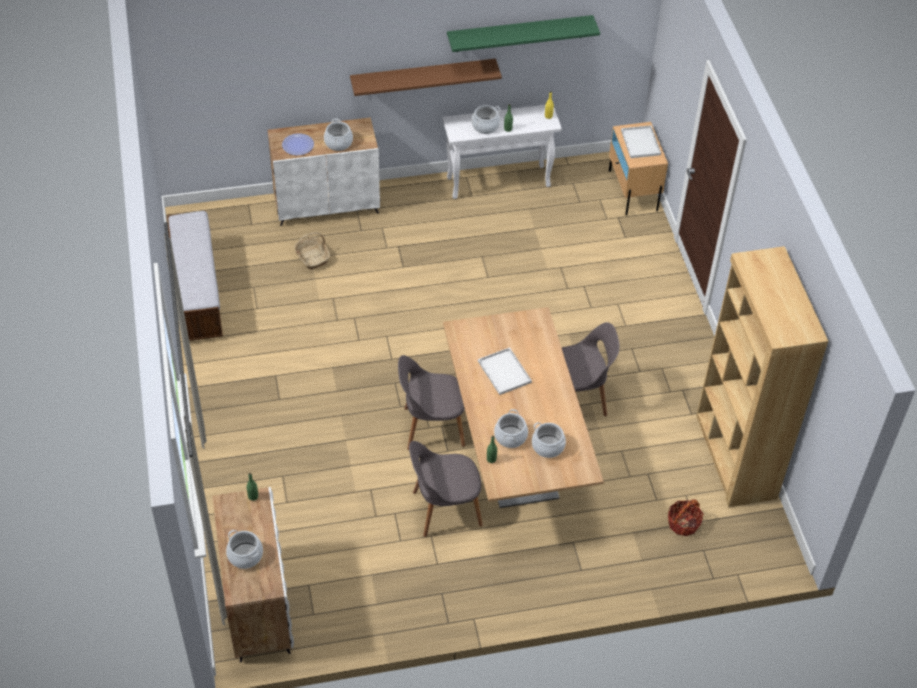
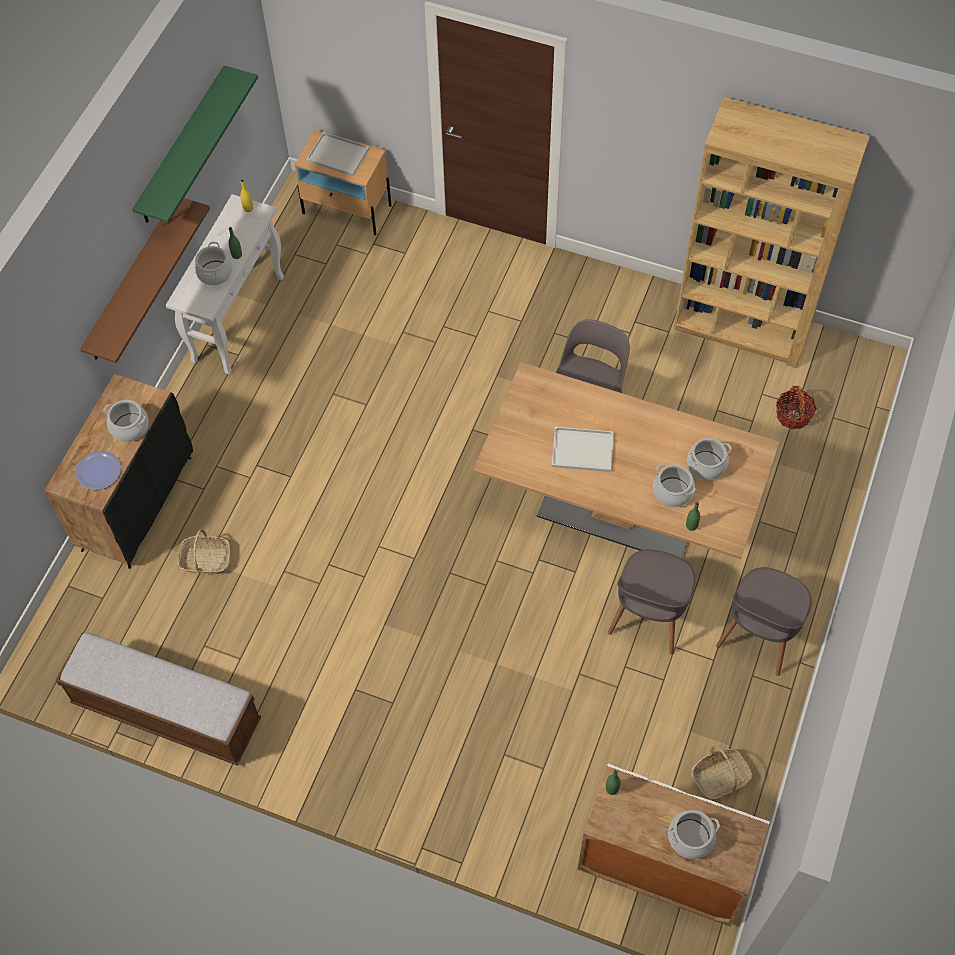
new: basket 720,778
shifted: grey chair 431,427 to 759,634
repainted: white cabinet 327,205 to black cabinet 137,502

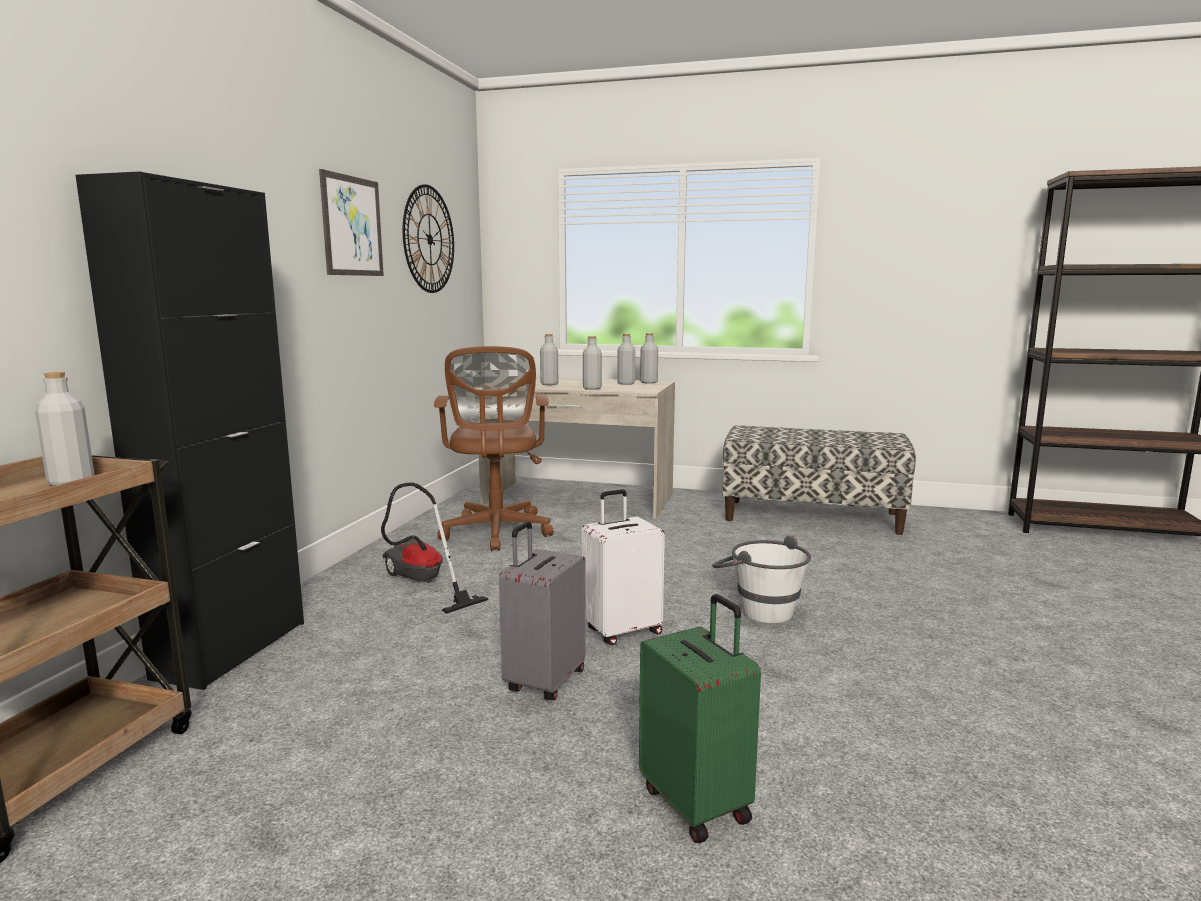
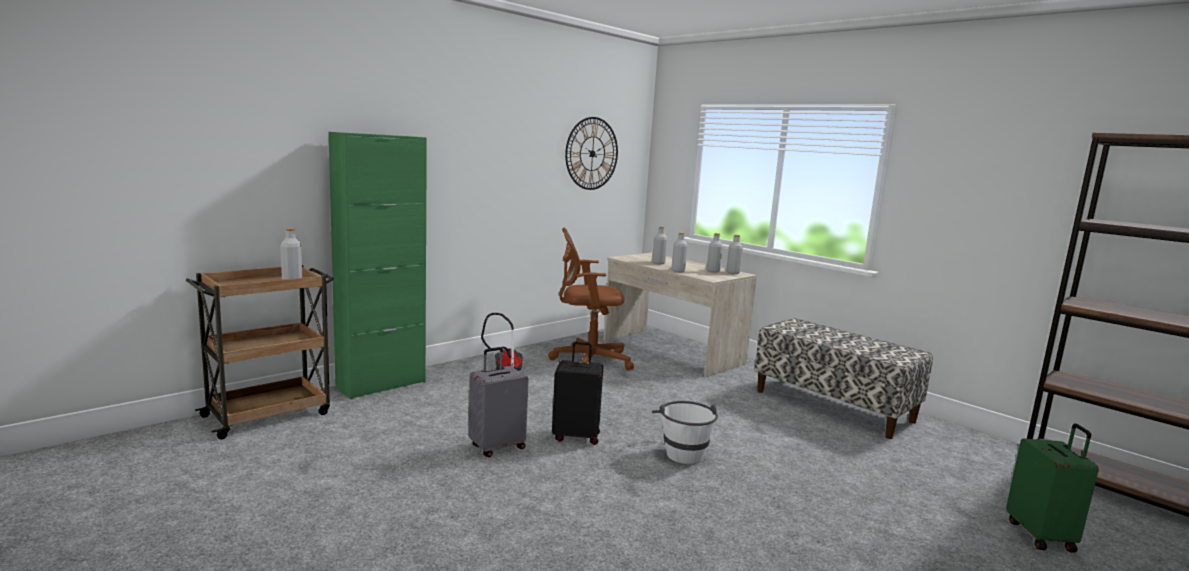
gone: picture 352,226
shifted: green suitcase 697,803 to 1041,536
repainted: black cabinet 231,649 to green cabinet 381,385; white suitcase 622,631 to black suitcase 576,436
rotated: brown office chair 496,533 = 587,360 60 degrees clockwise

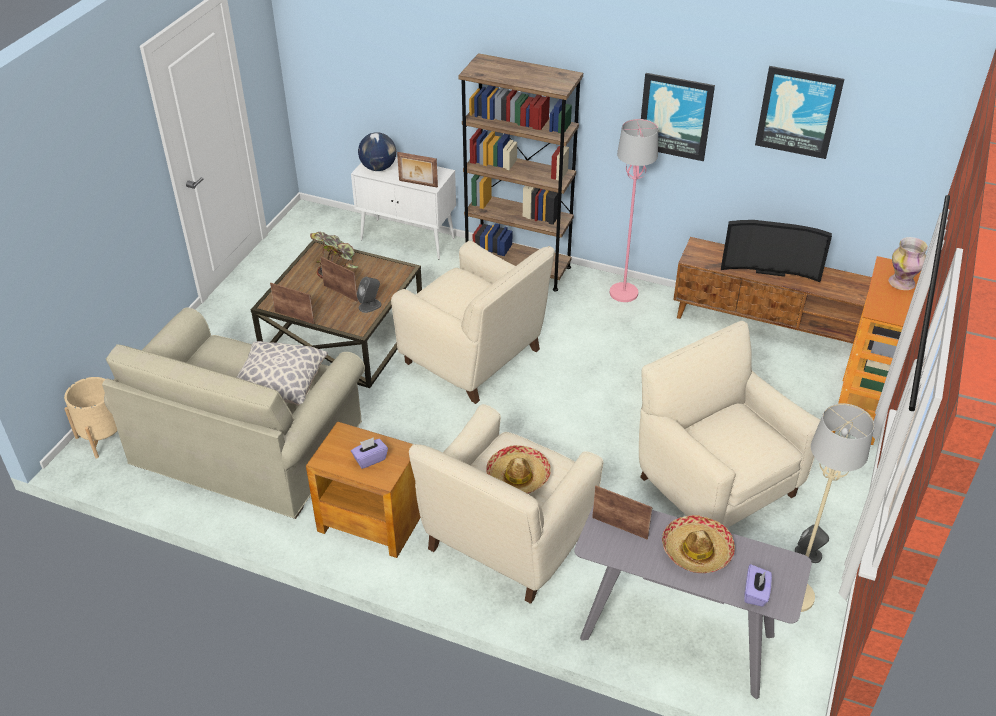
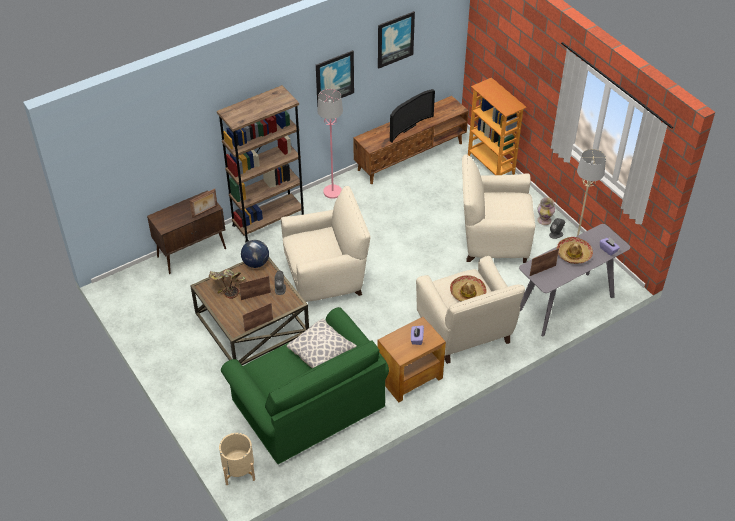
shifted: globe 379,168 to 256,263; vase 902,283 to 544,220
repainted: beige sofa 247,446 to green sofa 308,405; white cabinet 408,239 to brown cabinet 192,252

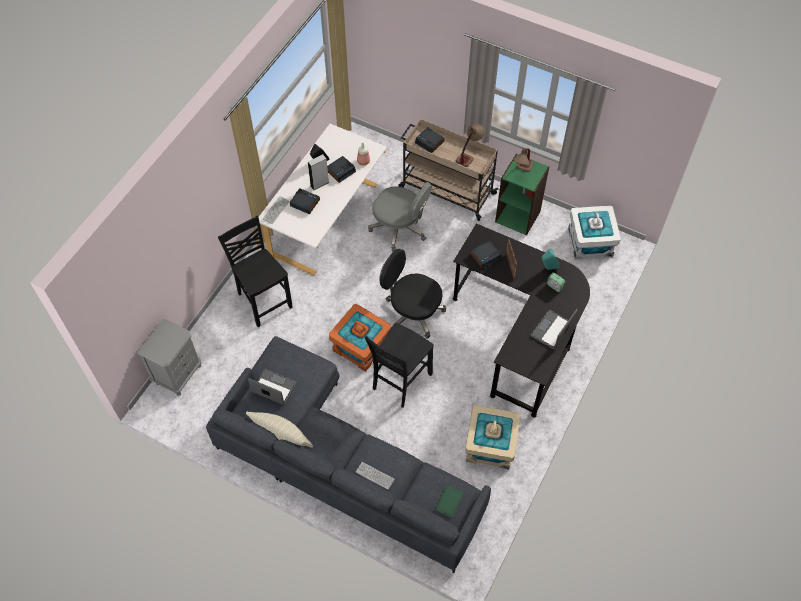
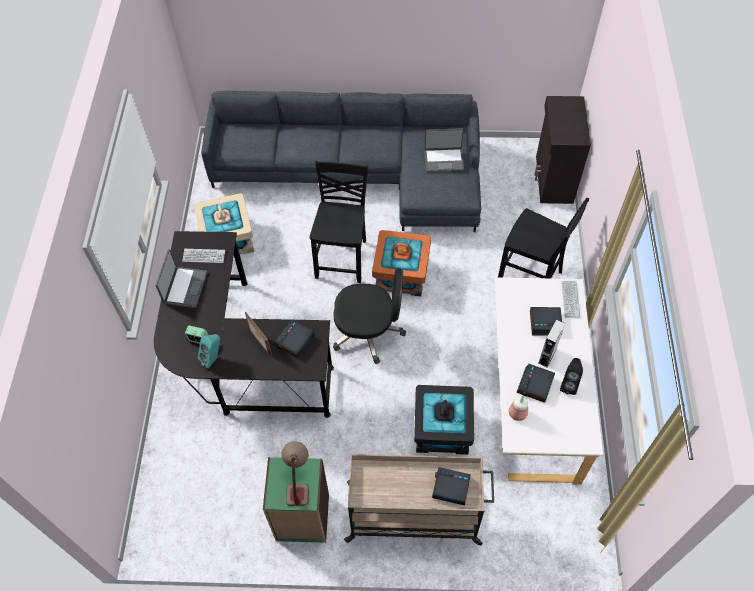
gone: beige pillow 281,436; green book 450,501; table lamp 468,154; white storage box 590,242
shifted: keyboard 375,476 to 204,256
swapped: grey nightstand 178,374 to black cabinet 553,179; grey office chair 400,228 to black storage box 441,429

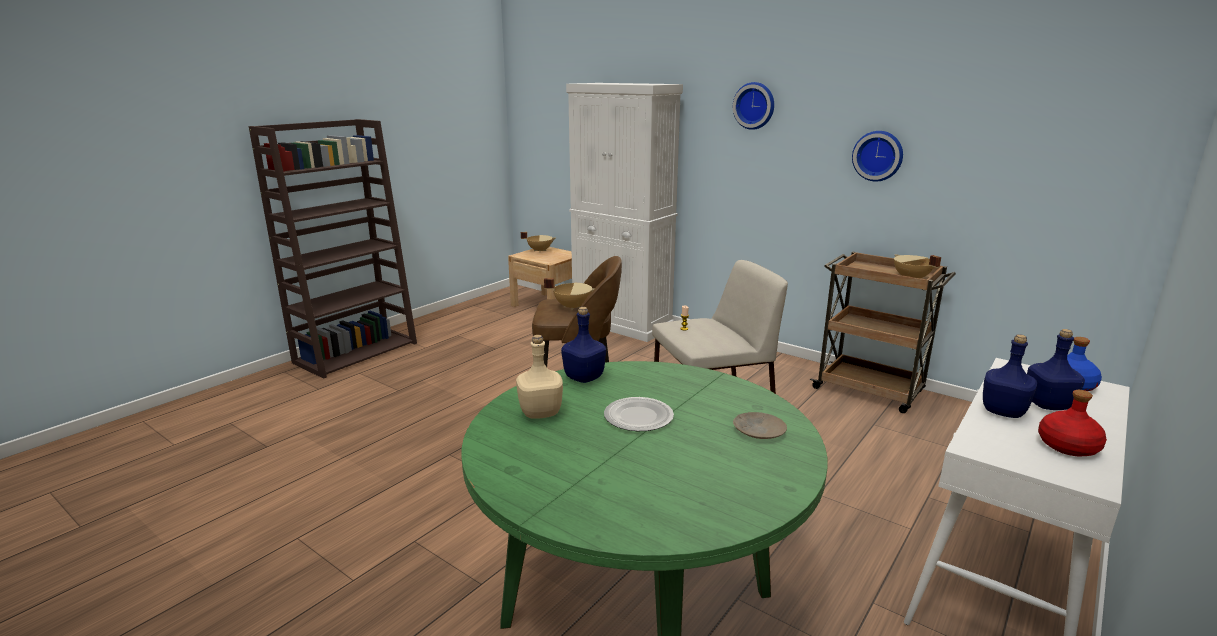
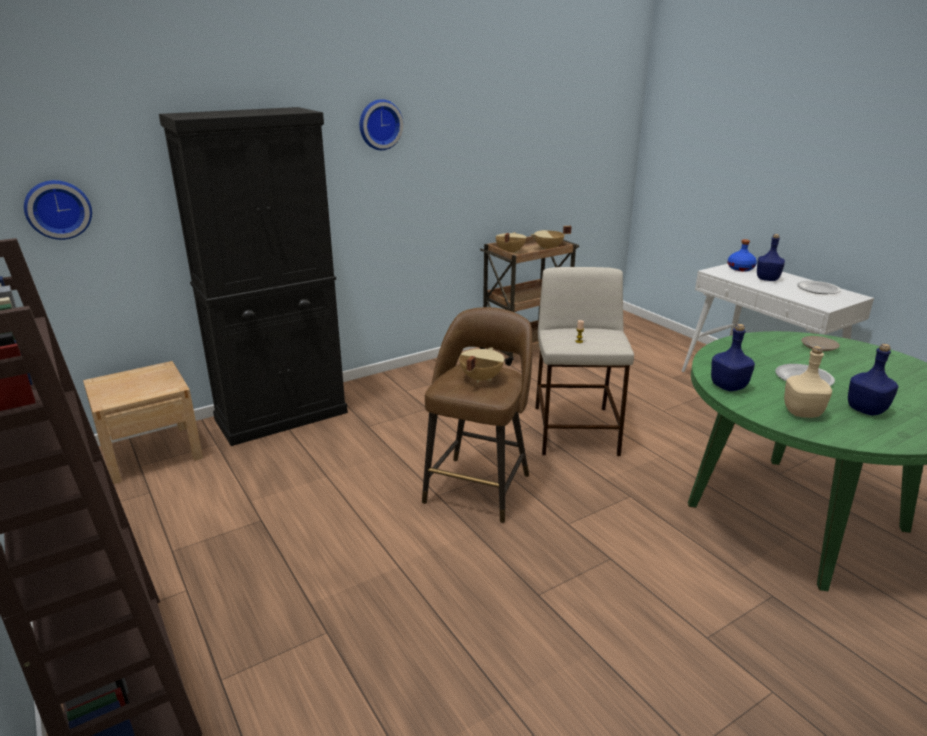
shifted: beige cooking pot 539,250 to 509,252; wall clock 878,155 to 58,209; blue bottle 1002,411 to 866,410
swapped: red bottle 1067,446 to plate 817,289
repainted: white cabinet 622,324 to black cabinet 282,416

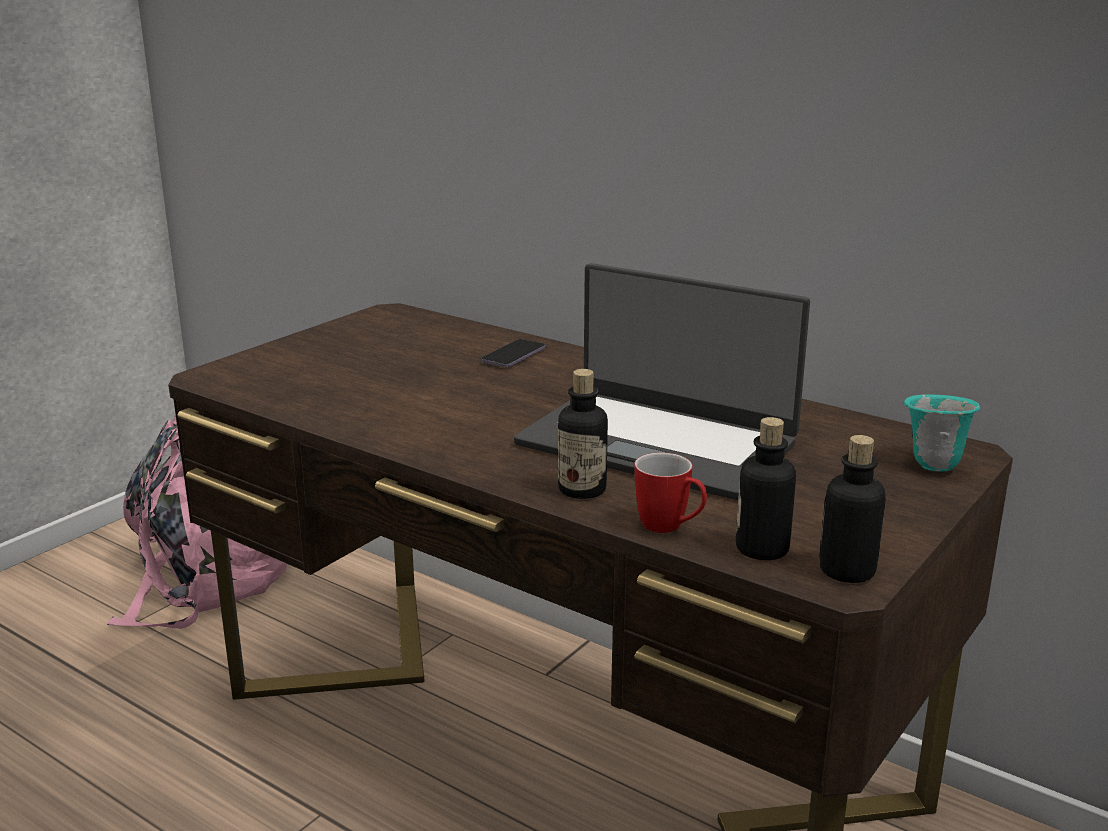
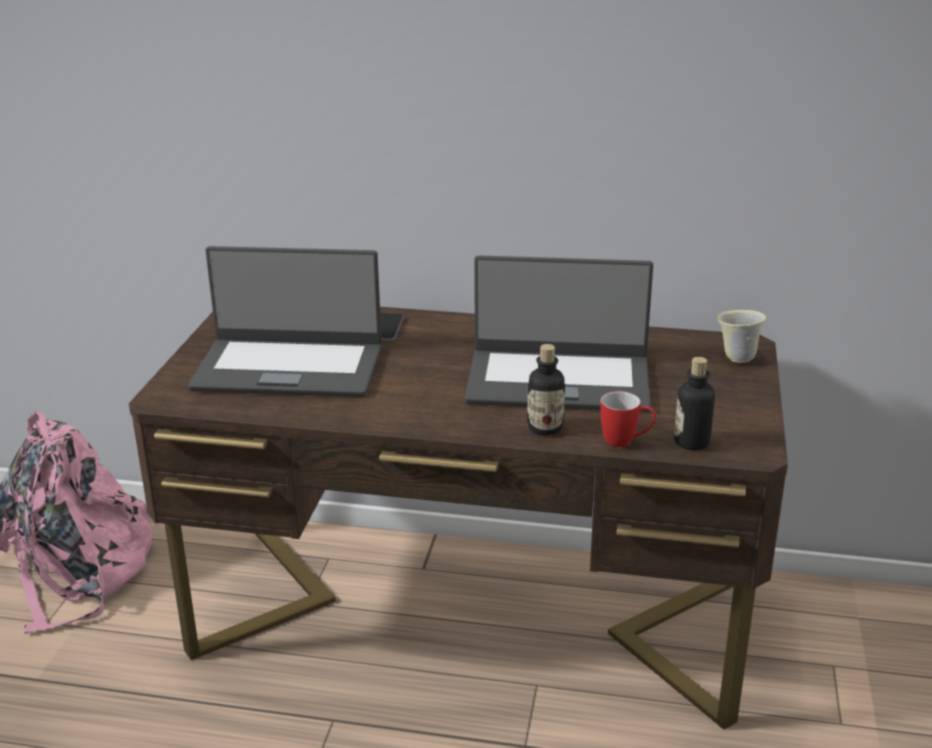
gone: bottle 847,571
new: laptop 289,367
repainted: turquoise mug 933,465 to beige mug 736,358

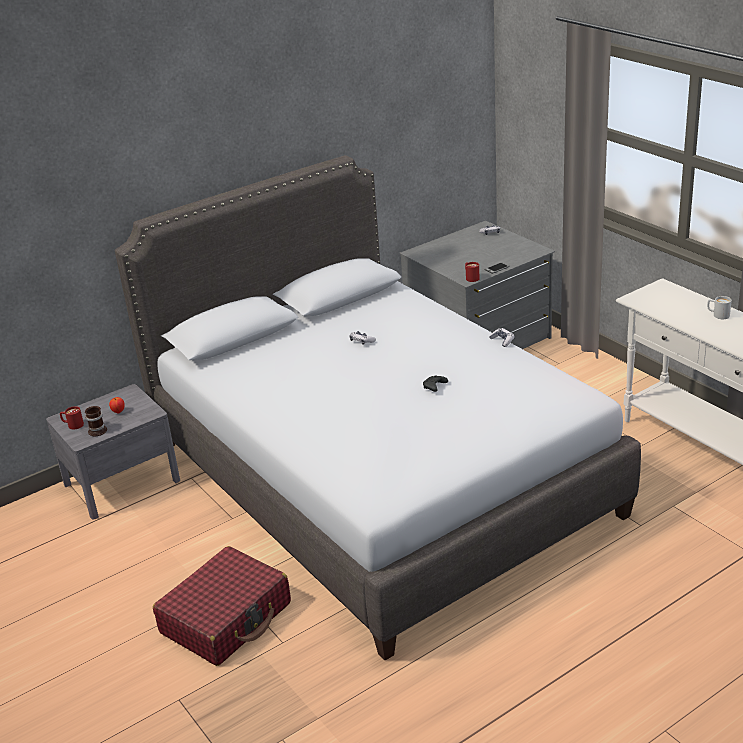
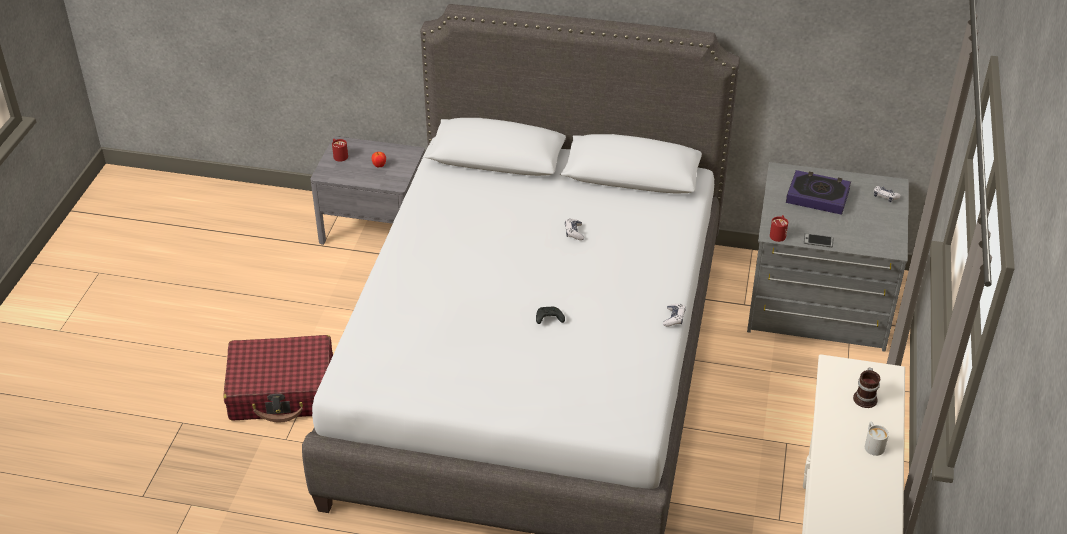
new: book 817,196
shifted: mug 97,429 to 866,397

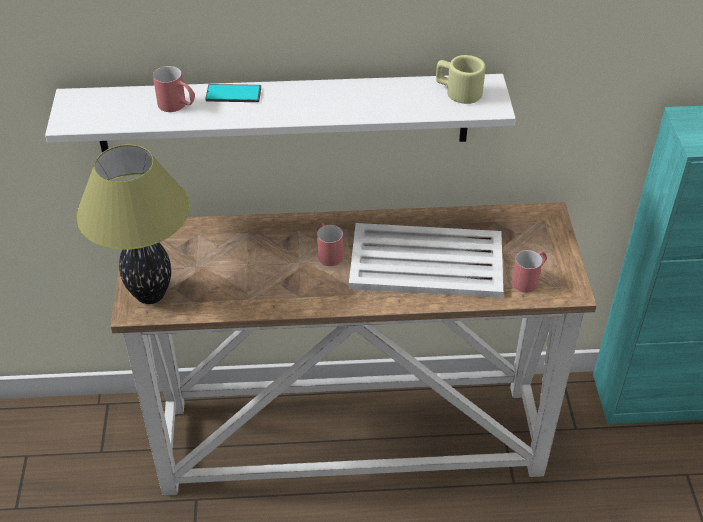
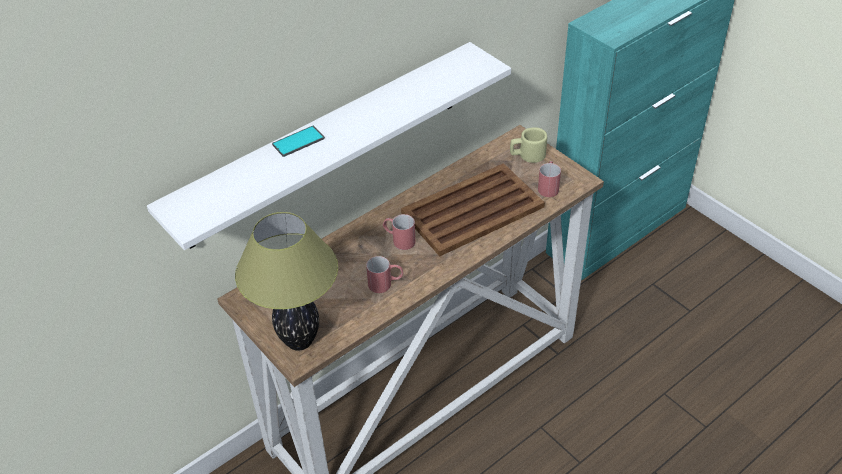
shifted: red mug 177,106 to 385,284; beige mug 458,91 to 527,155
repainted: white tray 424,261 to brown tray 471,210

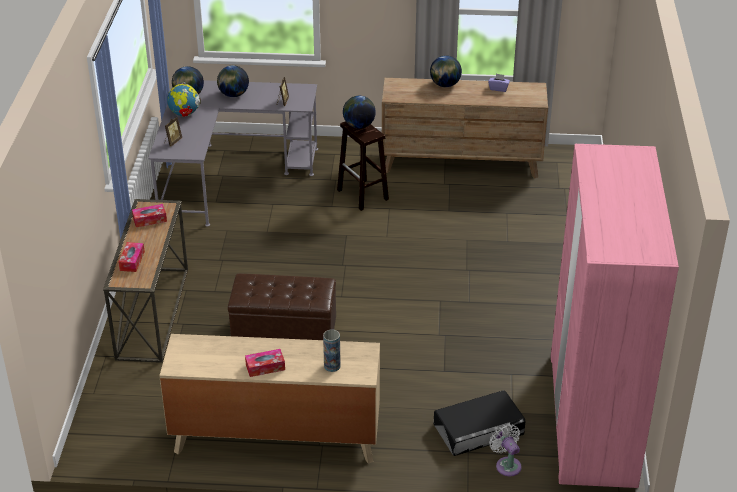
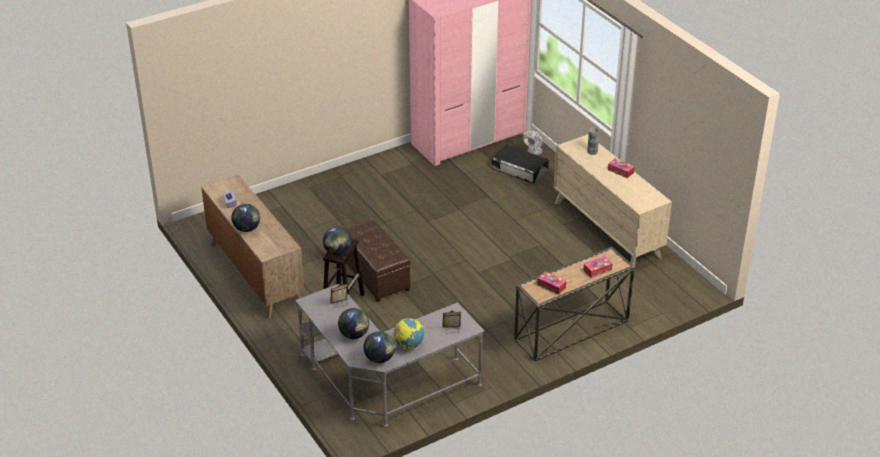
shifted: brown ottoman 284,333 to 375,276

